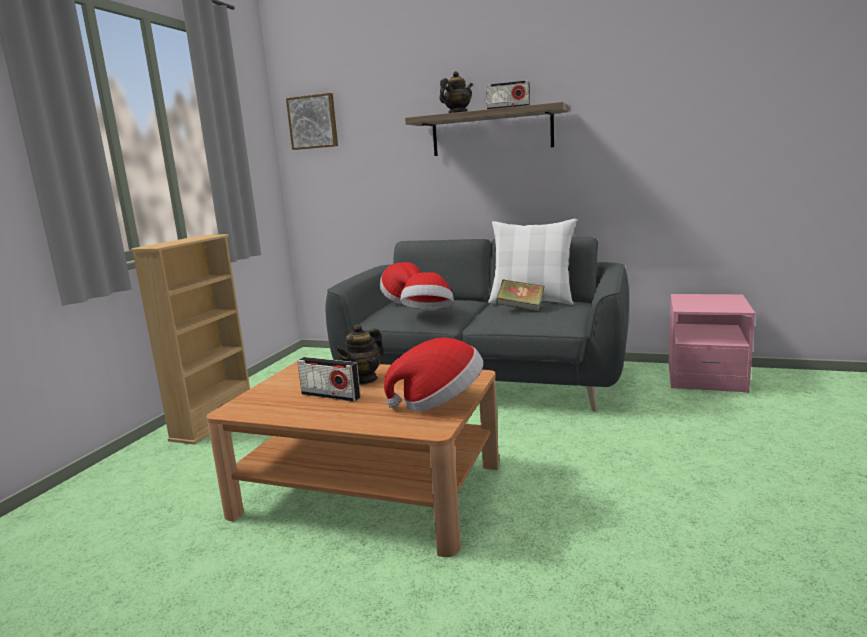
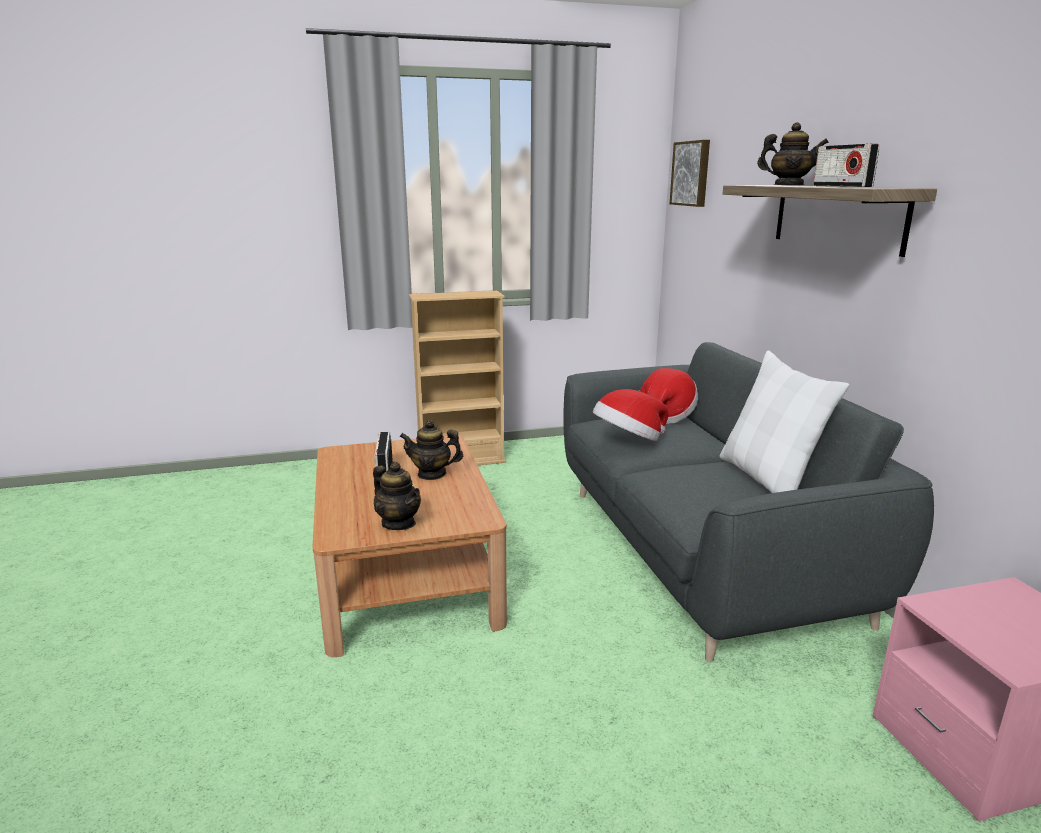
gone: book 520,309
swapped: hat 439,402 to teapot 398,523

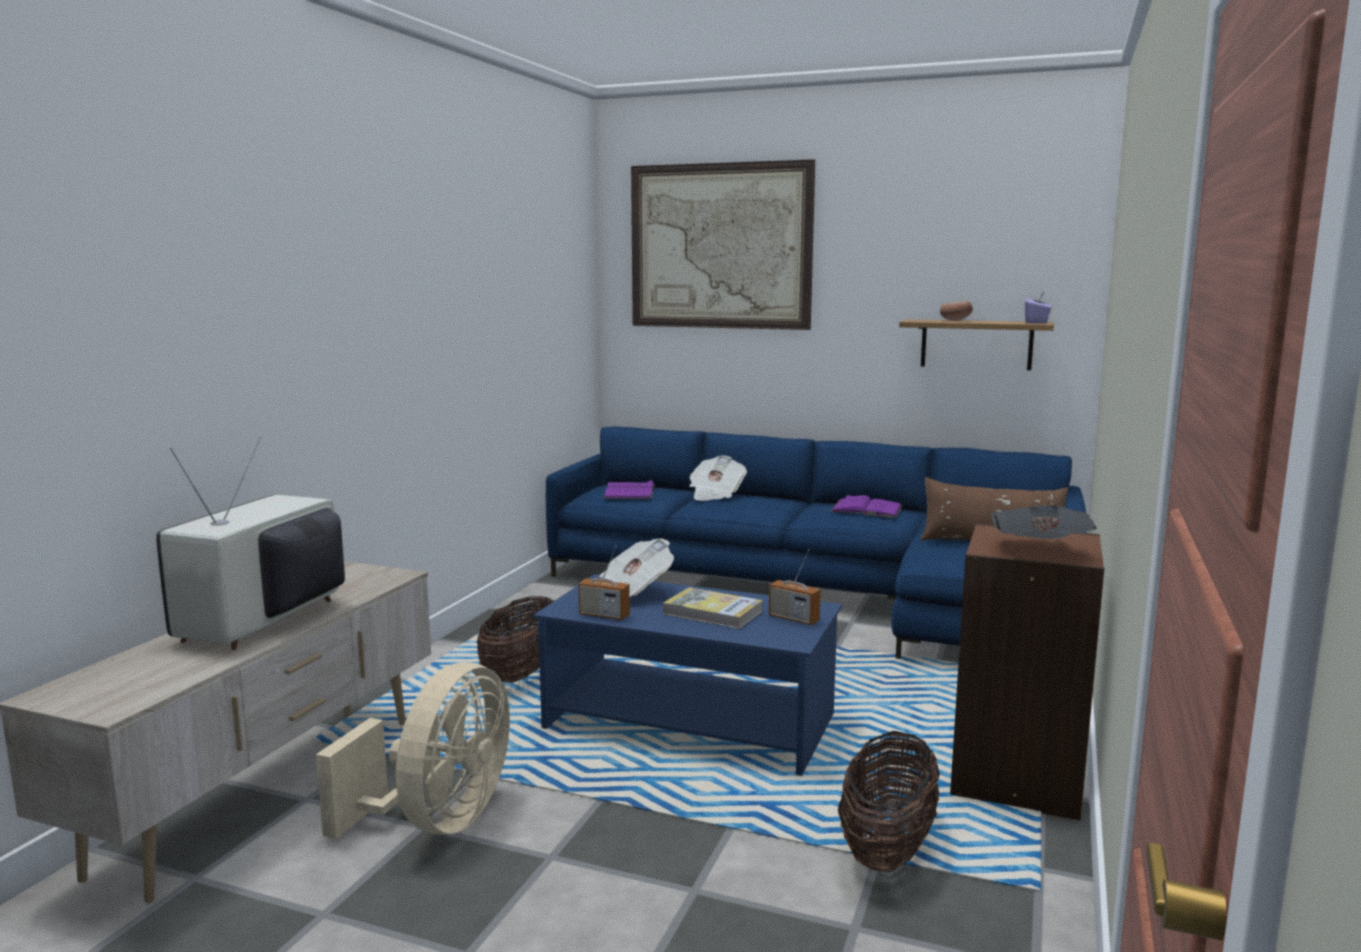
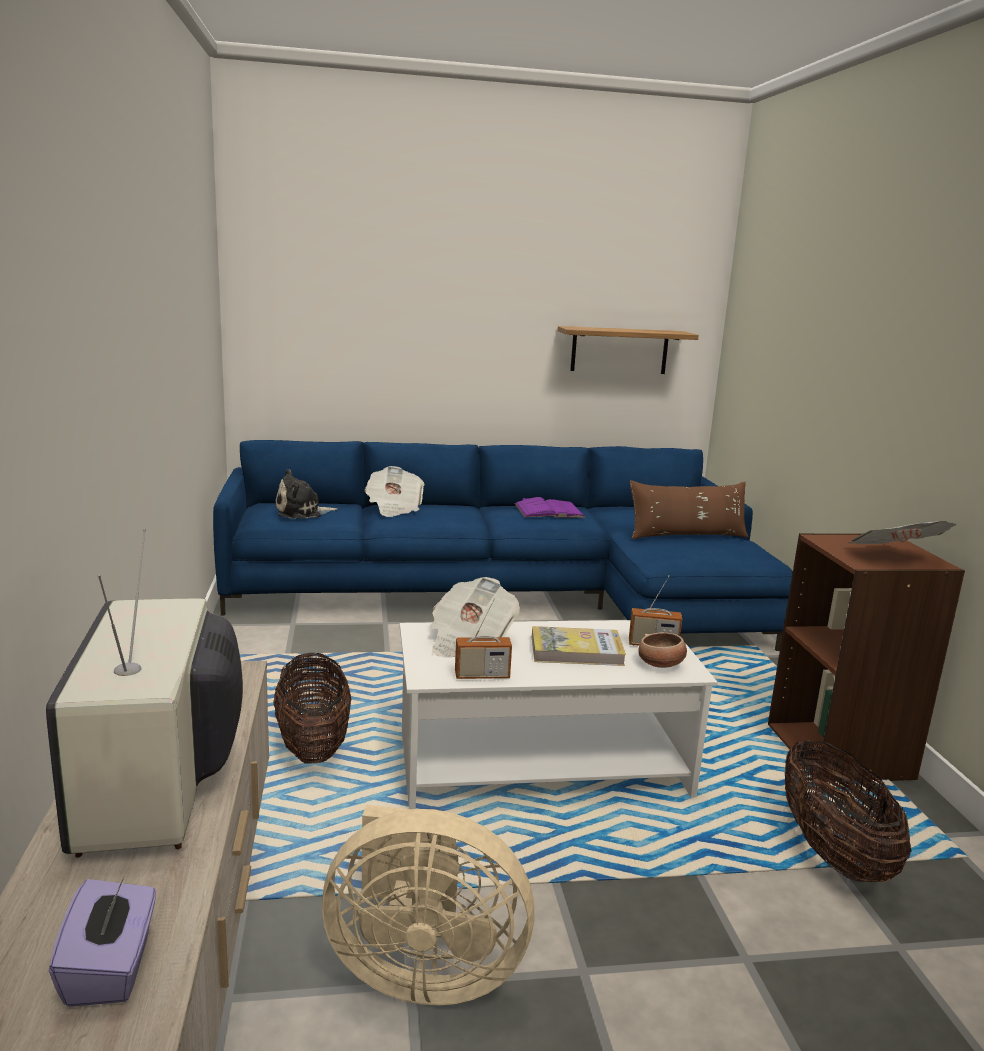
gone: picture 720,246
shifted: bowl 955,320 to 661,665; purple tissue box 1036,322 to 111,968
swapped: purple book 629,491 to plush toy 301,512
repainted: blue coffee table 691,722 to white coffee table 543,763
rotated: beige fan 438,821 = 422,970 105 degrees clockwise

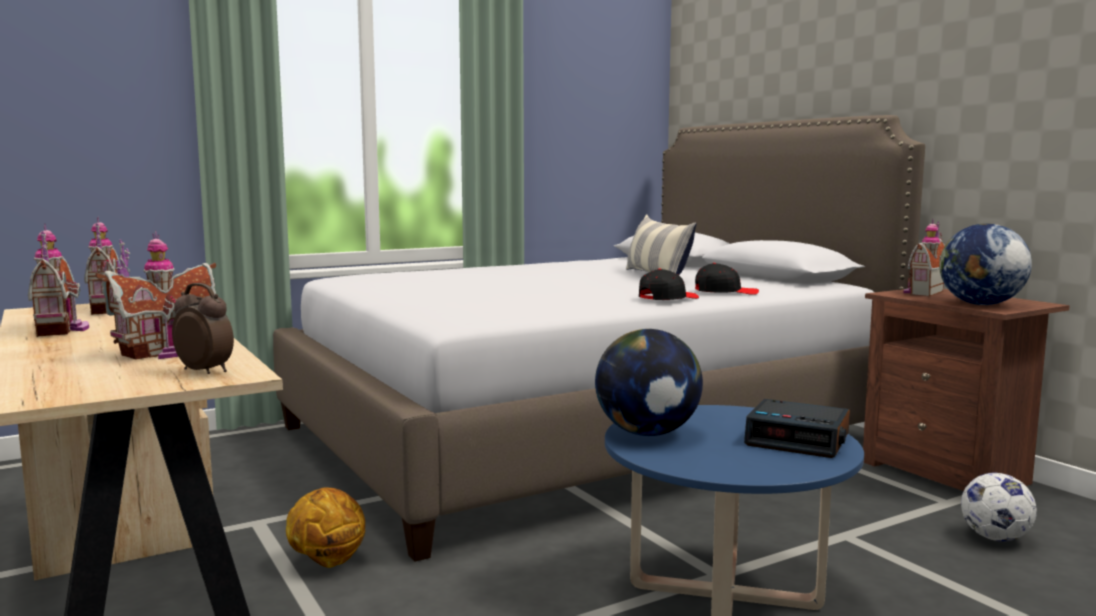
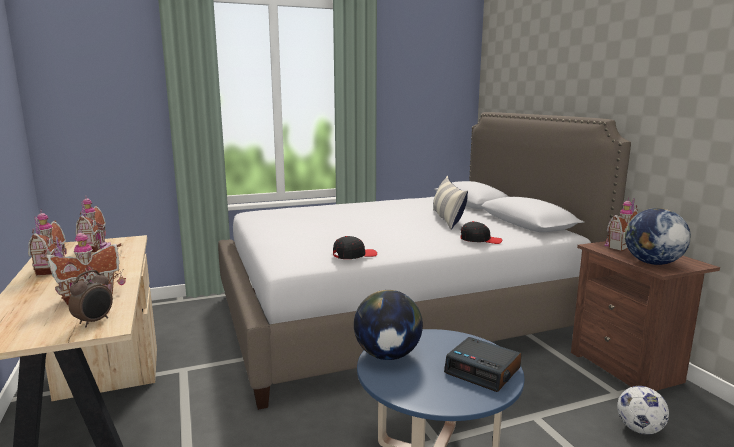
gone: basketball 327,562
shifted: black cap 667,298 to 354,255
rotated: alarm clock 206,371 = 94,321 75 degrees clockwise

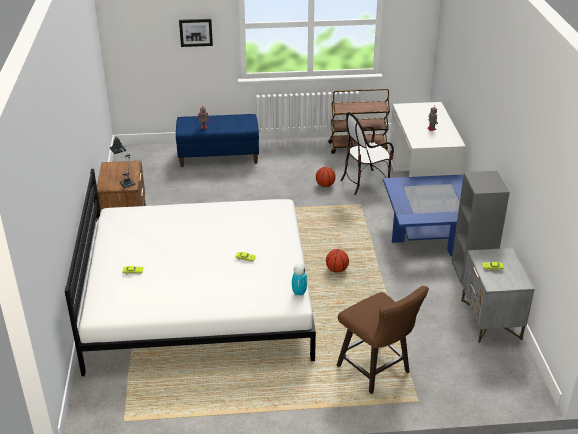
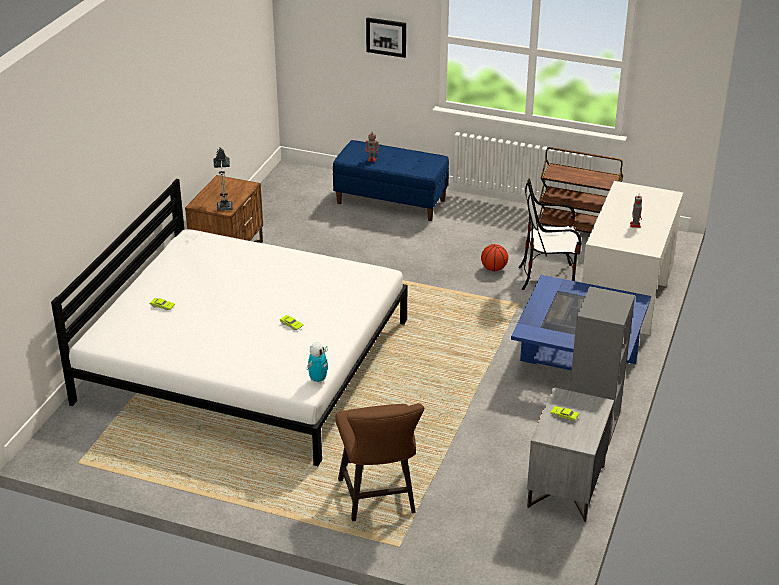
gone: basketball 336,270

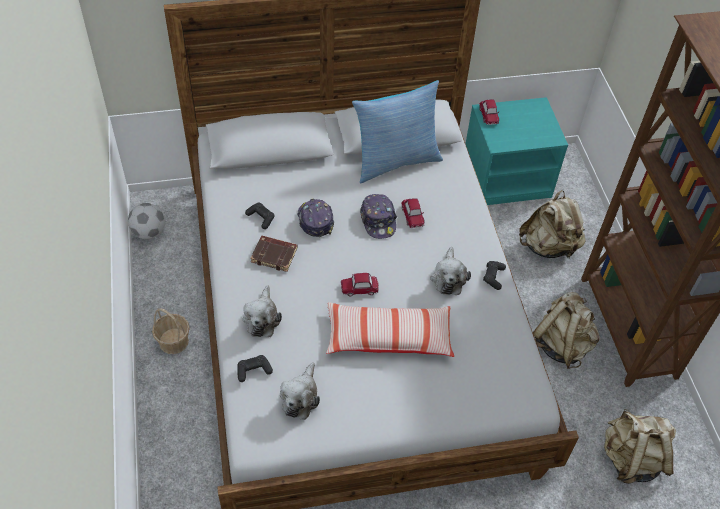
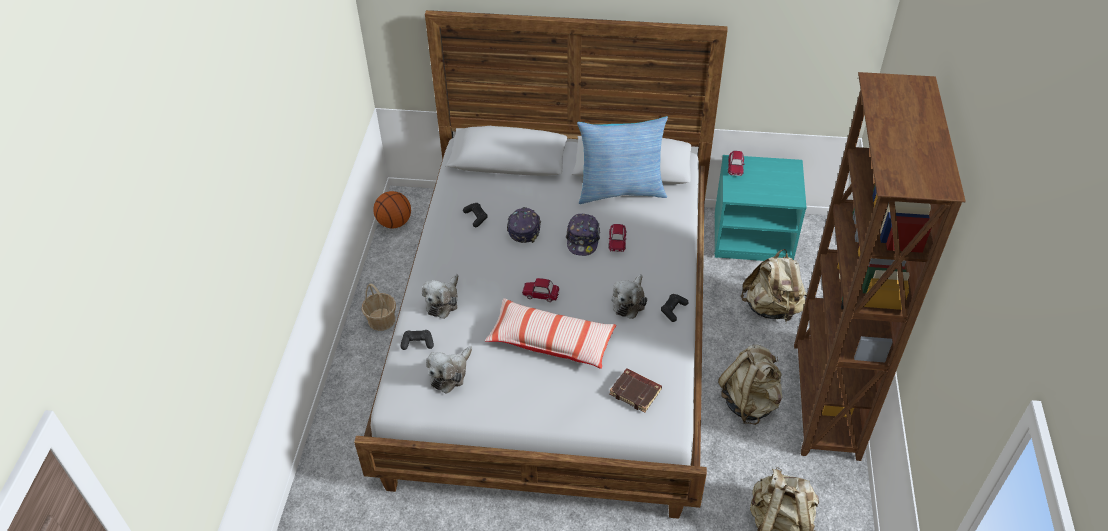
shifted: brown book 275,255 to 636,392
swapped: football 149,232 to basketball 394,223

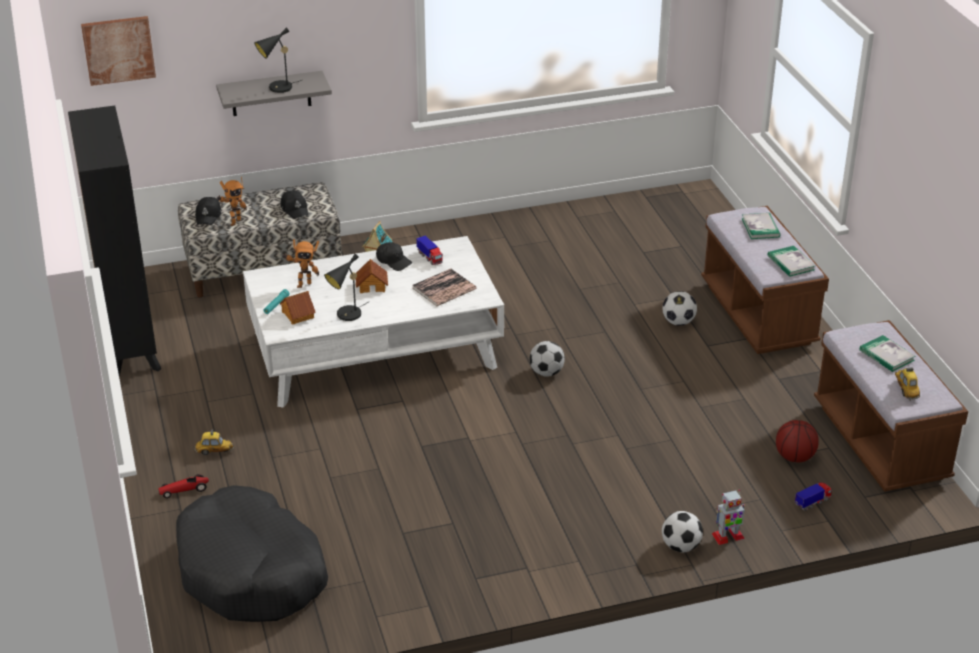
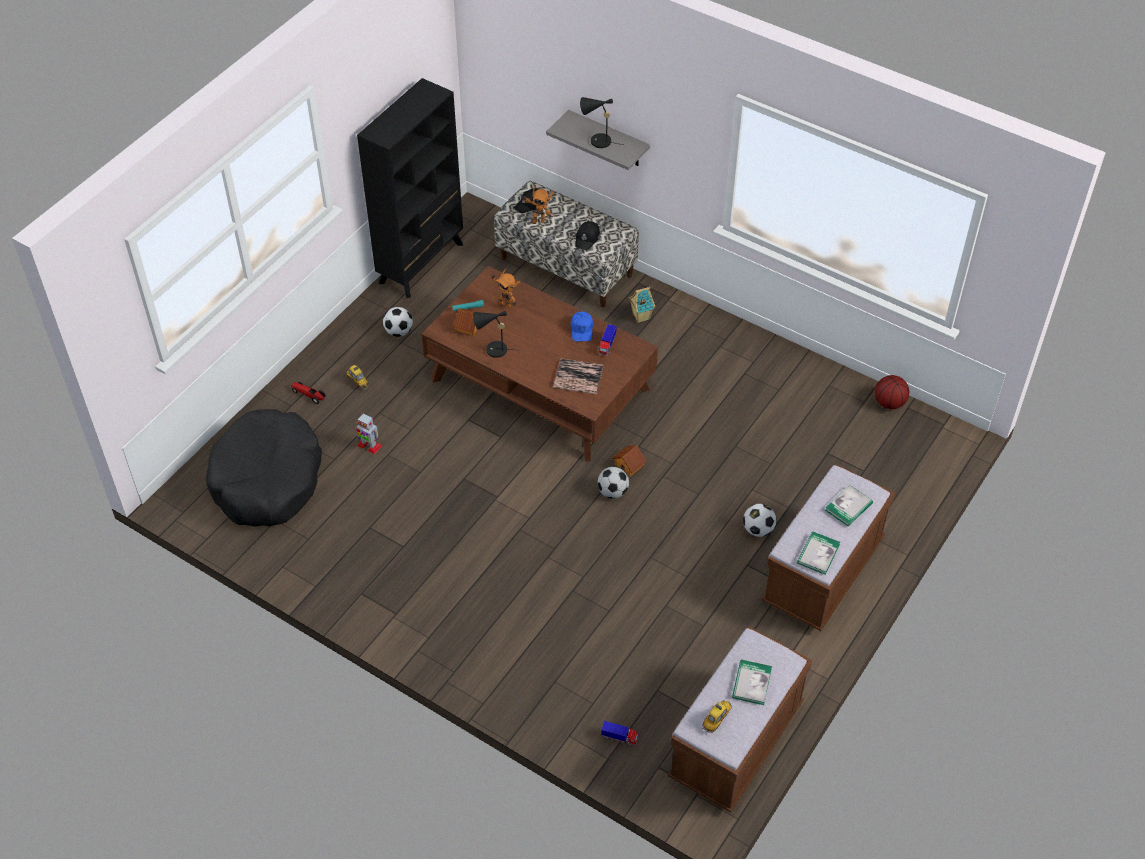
gone: picture 118,50
shifted: toy house 372,285 to 629,464; football 680,546 to 399,331; toy robot 727,536 to 369,445; basketball 795,457 to 889,403
repainted: white coffee table 375,350 to brown coffee table 540,385; black cap 393,261 to blue cap 582,330

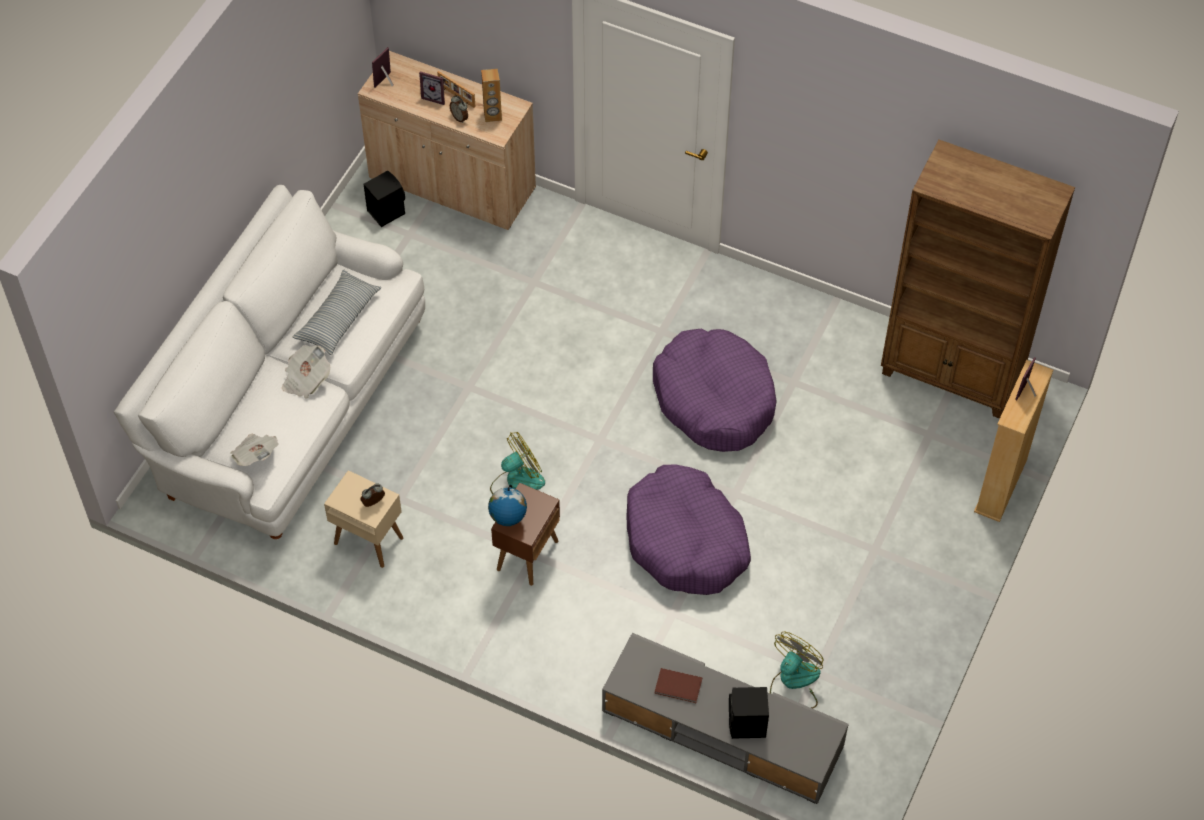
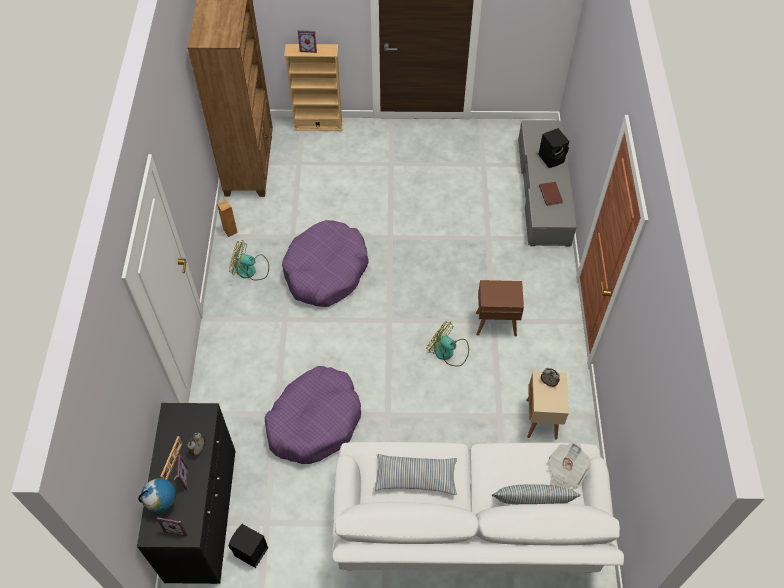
gone: newspaper 306,379
new: pillow 532,501
shifted: brown speaker 492,116 to 230,231; globe 508,521 to 163,504; purple dog bed 686,541 to 314,421; fan 794,682 to 250,270
repainted: beige cabinet 452,184 to black cabinet 202,515

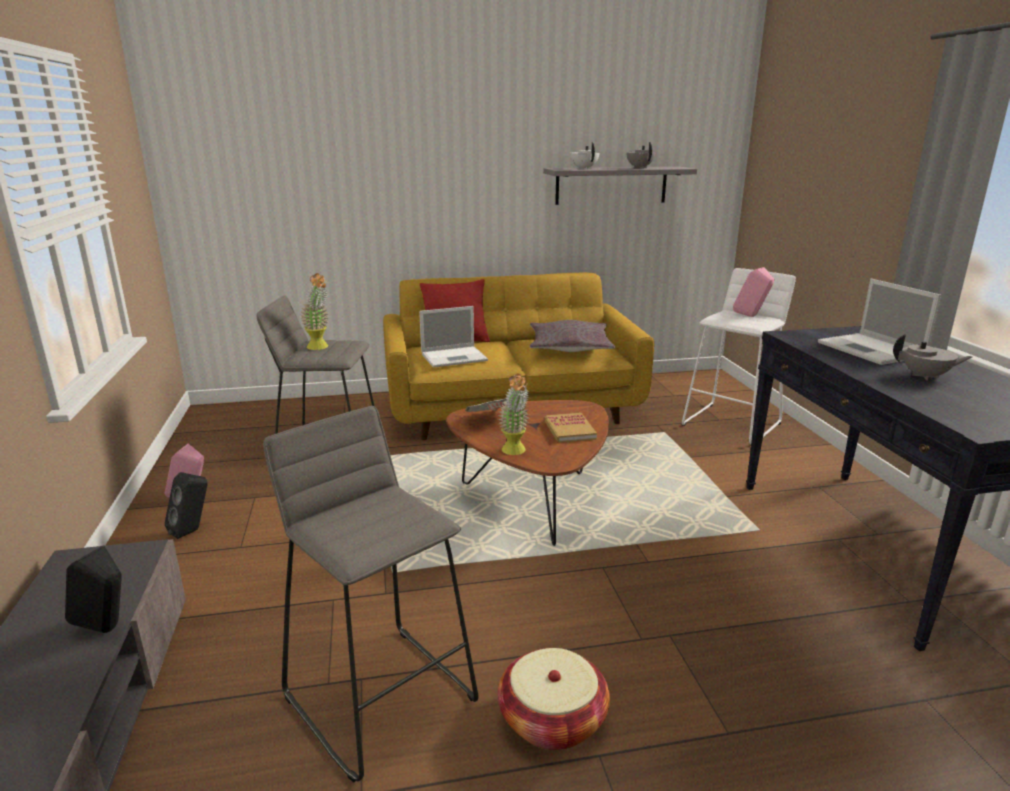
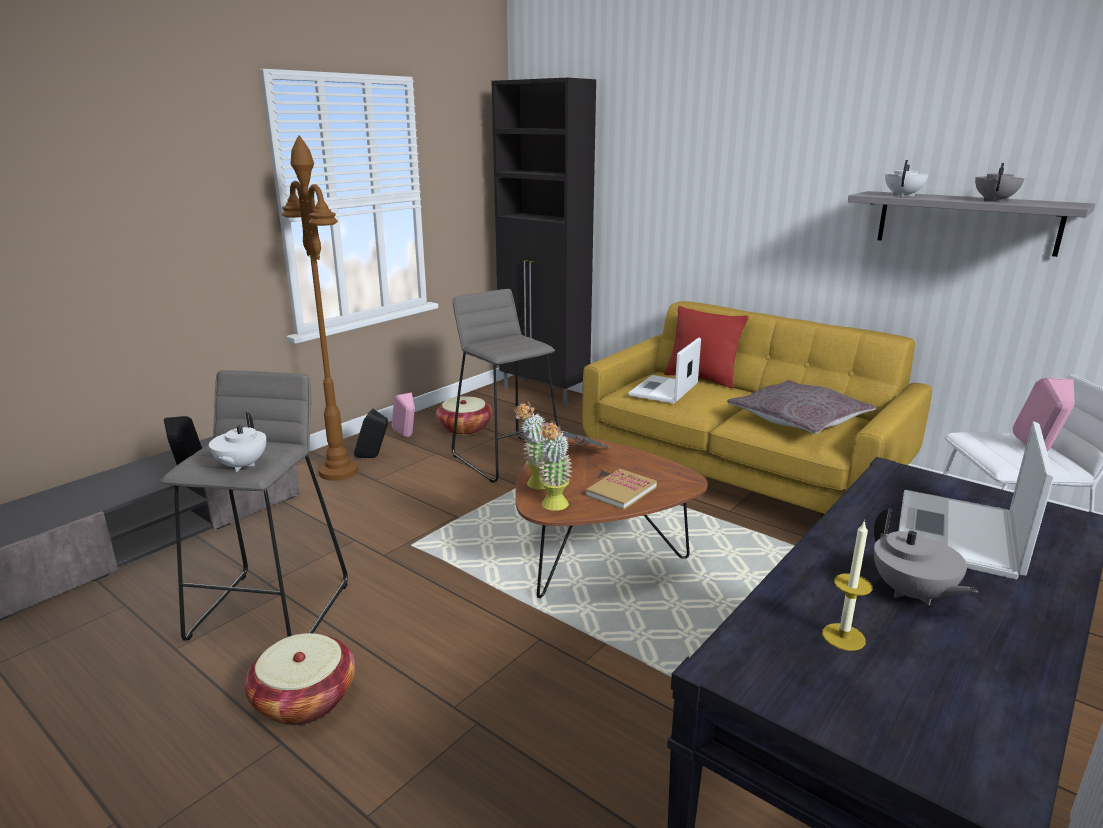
new: white teapot 241,466; brown floor lamp 339,472; basket 464,428; black cabinet 544,393; candle 843,637
shifted: potted plant 320,348 to 554,507
rotated: laptop 455,357 = 663,390 90 degrees clockwise

